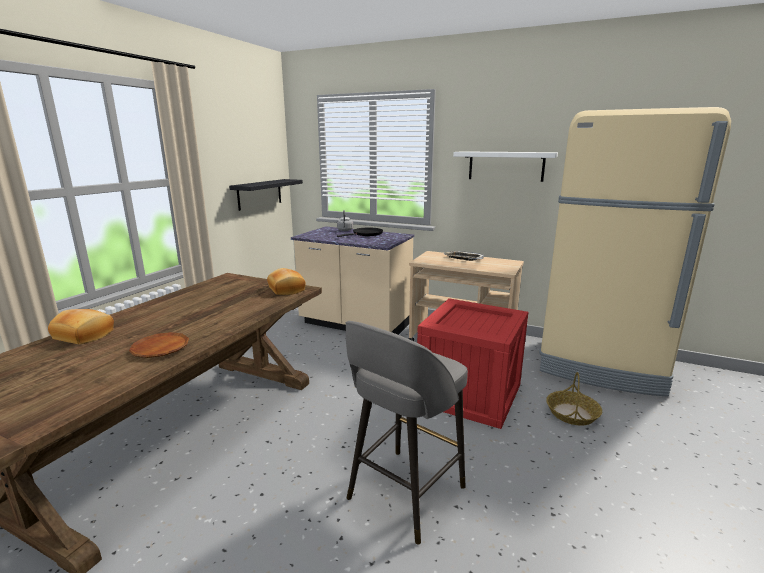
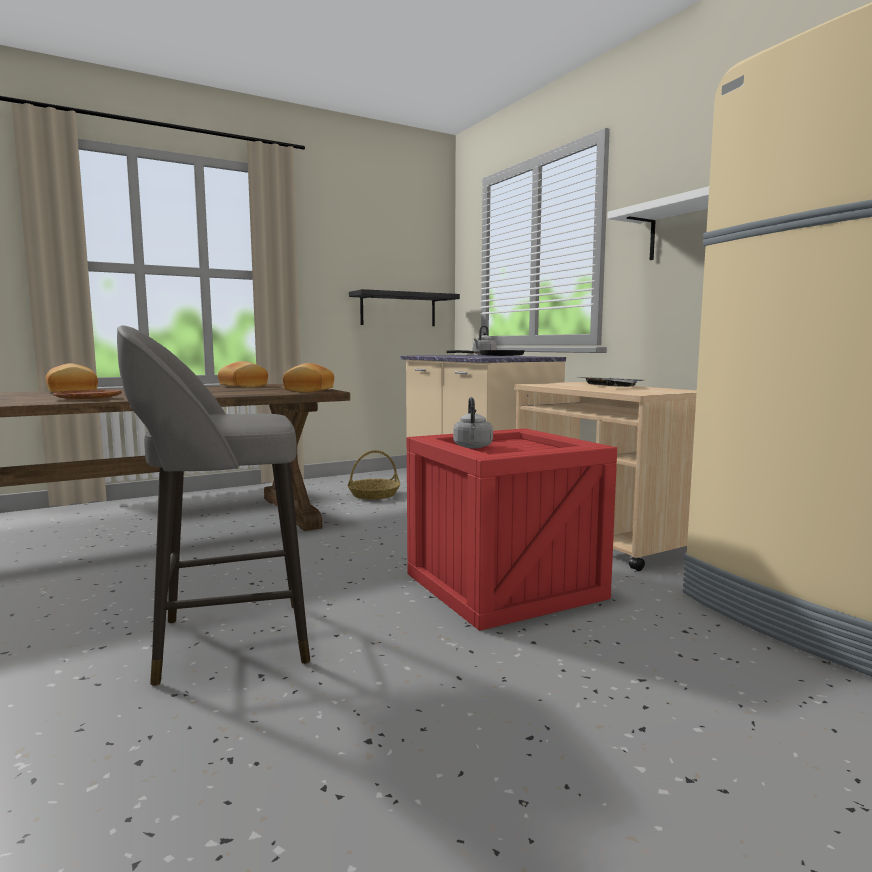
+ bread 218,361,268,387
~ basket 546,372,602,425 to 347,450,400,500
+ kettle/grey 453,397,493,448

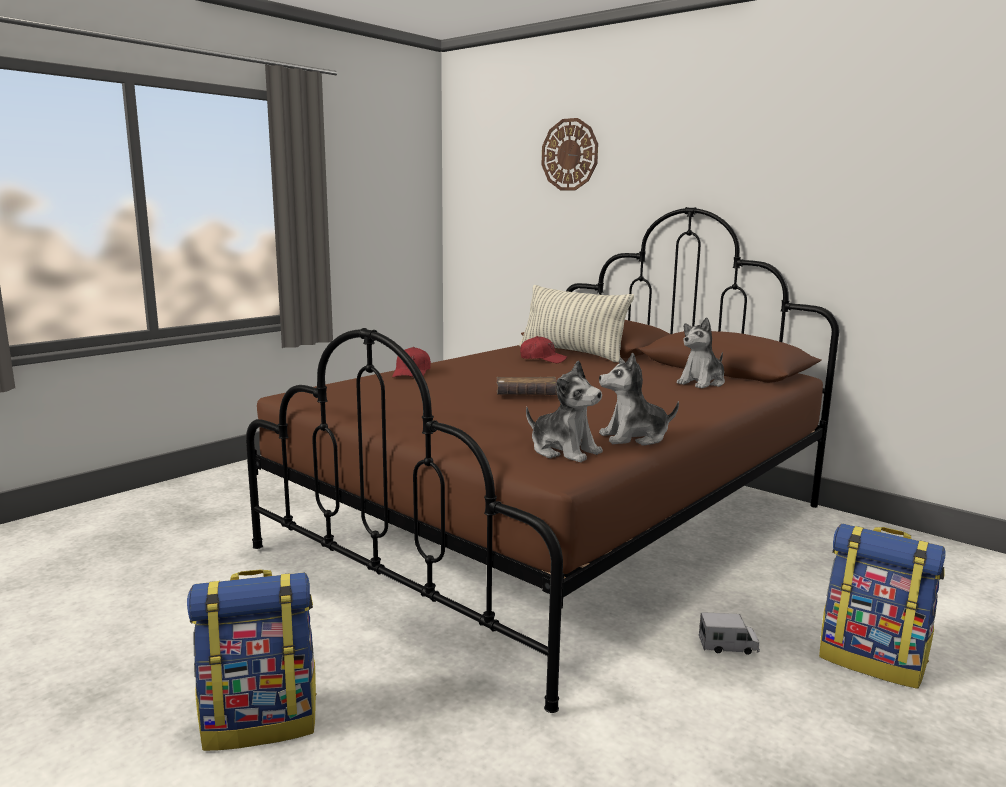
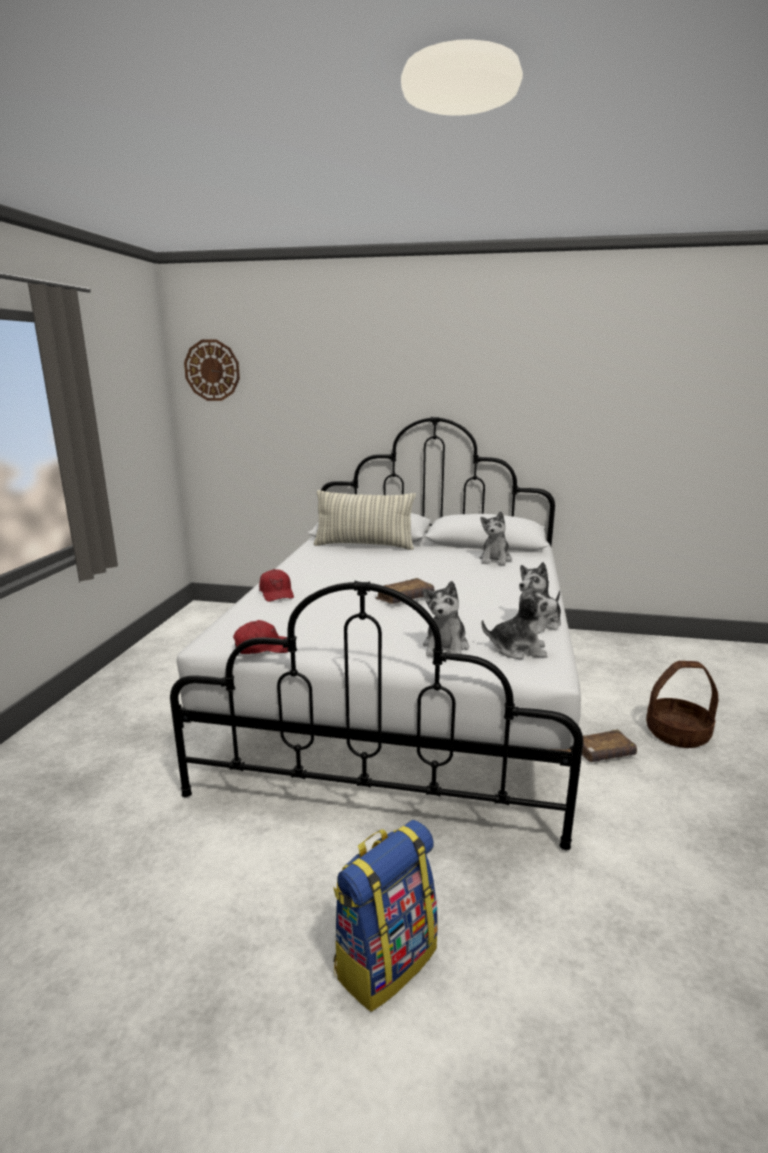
~ bed/brown 246,207,839,713 to bed/white 170,417,583,850
~ wall clock 542,118,598,190 to 184,339,240,401
~ cap/red 520,336,567,363 to 233,620,288,654
+ plush toy 423,581,469,657
~ toy truck 699,612,760,655 to book/brown 582,729,637,762
~ backpack 819,524,946,689 to basket 646,661,719,748

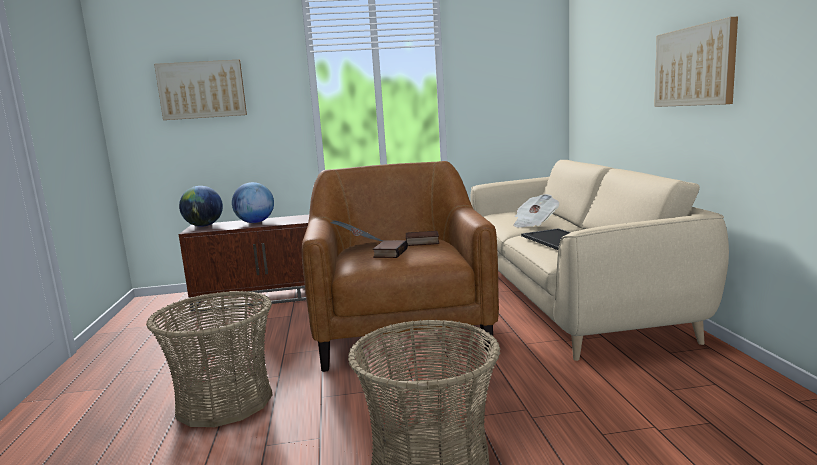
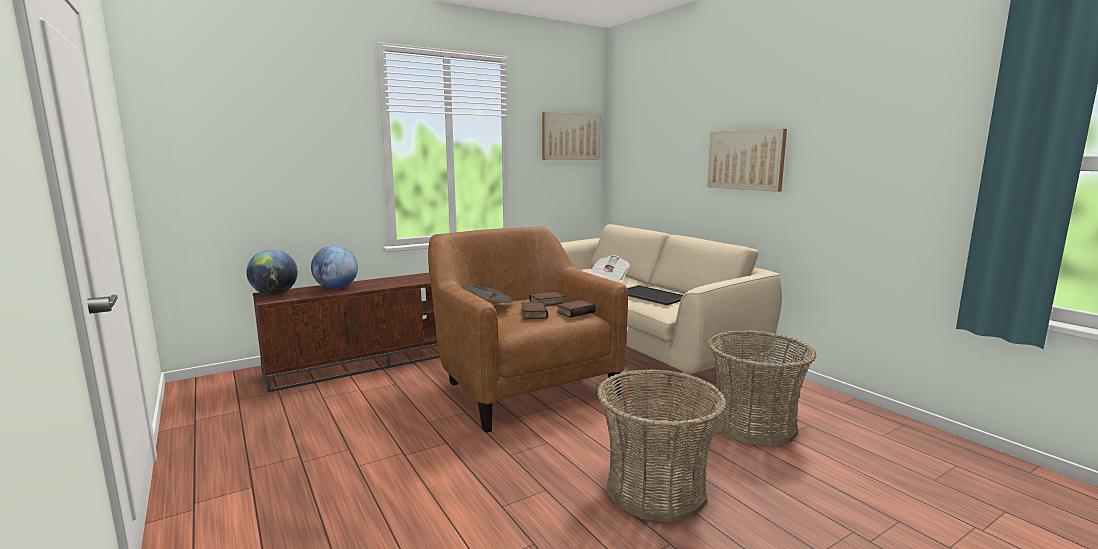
~ picture 154,60,247,120 to 542,112,600,160
+ book 557,300,596,318
~ basket 146,291,272,427 to 708,330,816,446

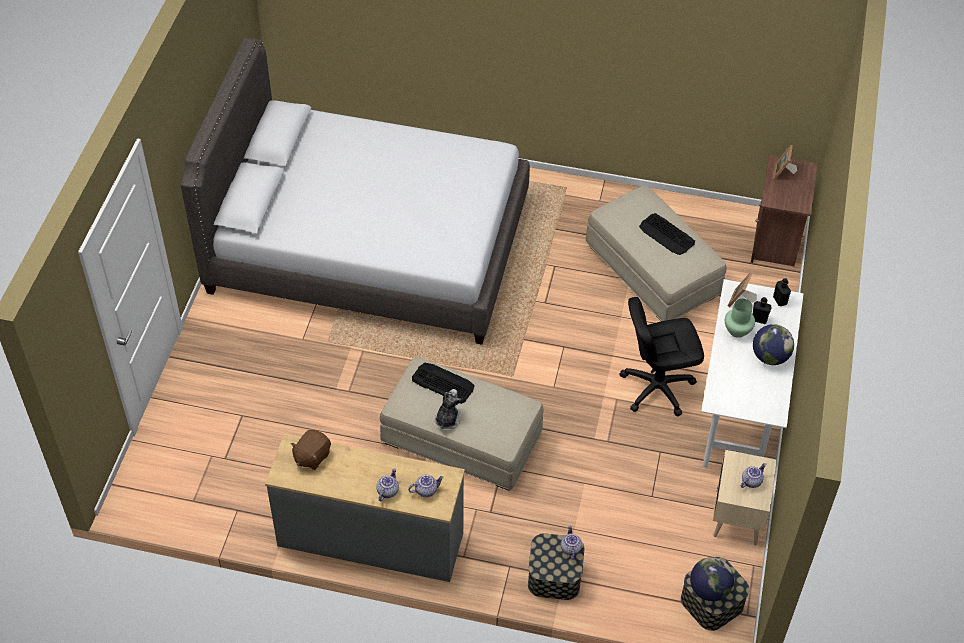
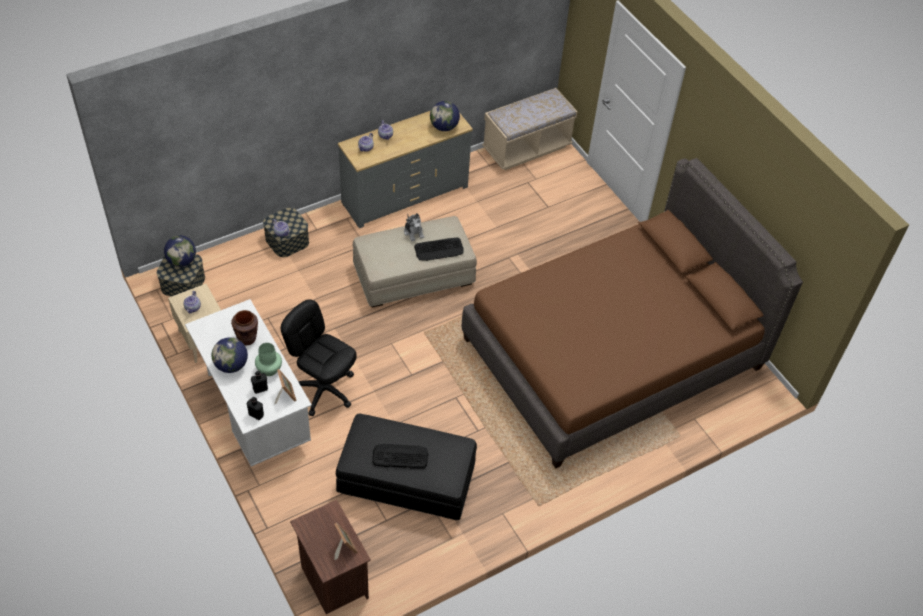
+ vase/brown 231,310,258,346
~ office chair/black 620,297,704,416 = 281,299,357,416 90 degrees counterclockwise
~ ottoman/beige 585,185,726,321 to ottoman/black 336,414,477,520
~ plush toy/brown 291,430,331,470 to globe 430,101,460,131
~ bed/grey 181,38,530,345 to bed/brown 462,158,803,468
+ bench/beige 482,88,578,170

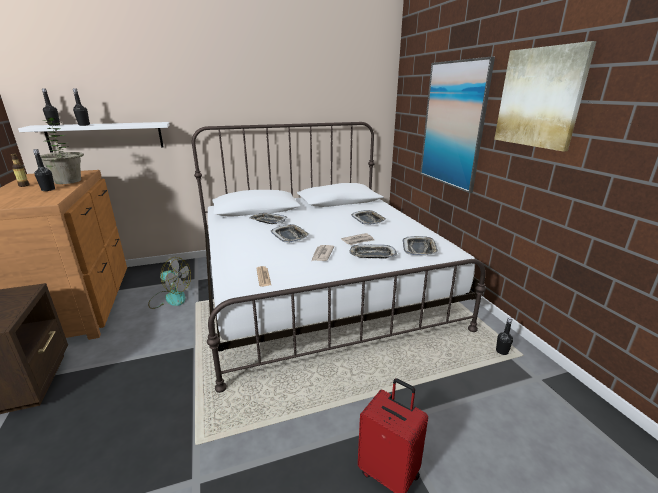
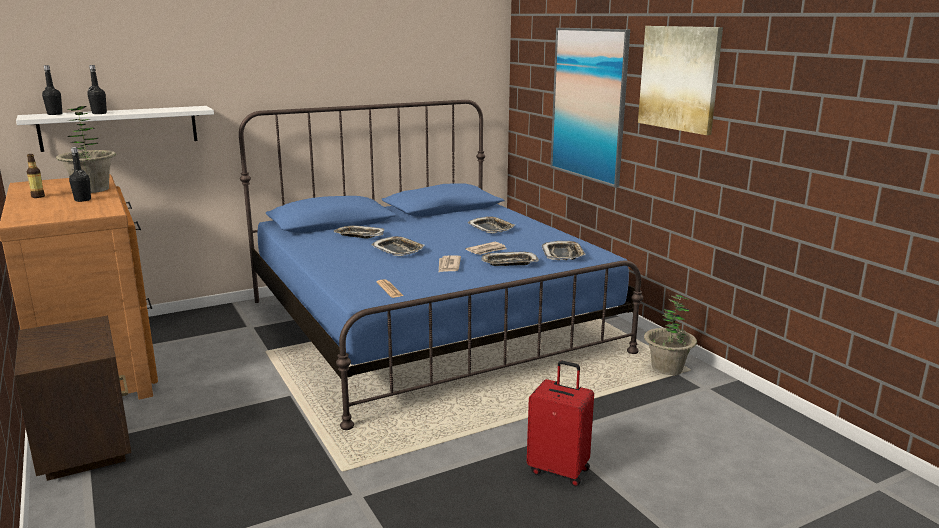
~ bed/white 192,122,486,393 to bed/blue 239,100,643,430
~ bottle/black 496,317,513,355 to potted plant 644,295,697,376
- fan 148,257,191,309

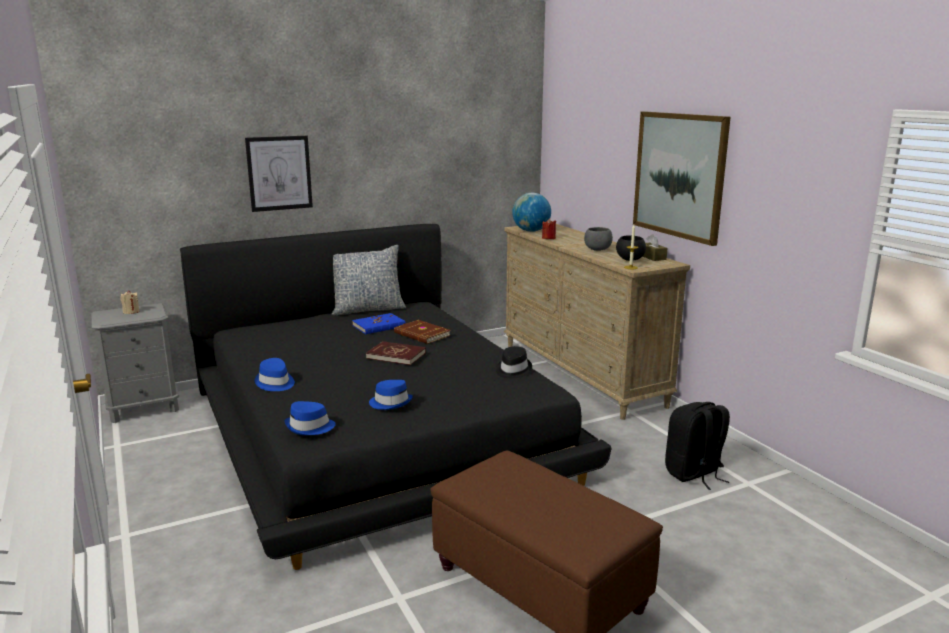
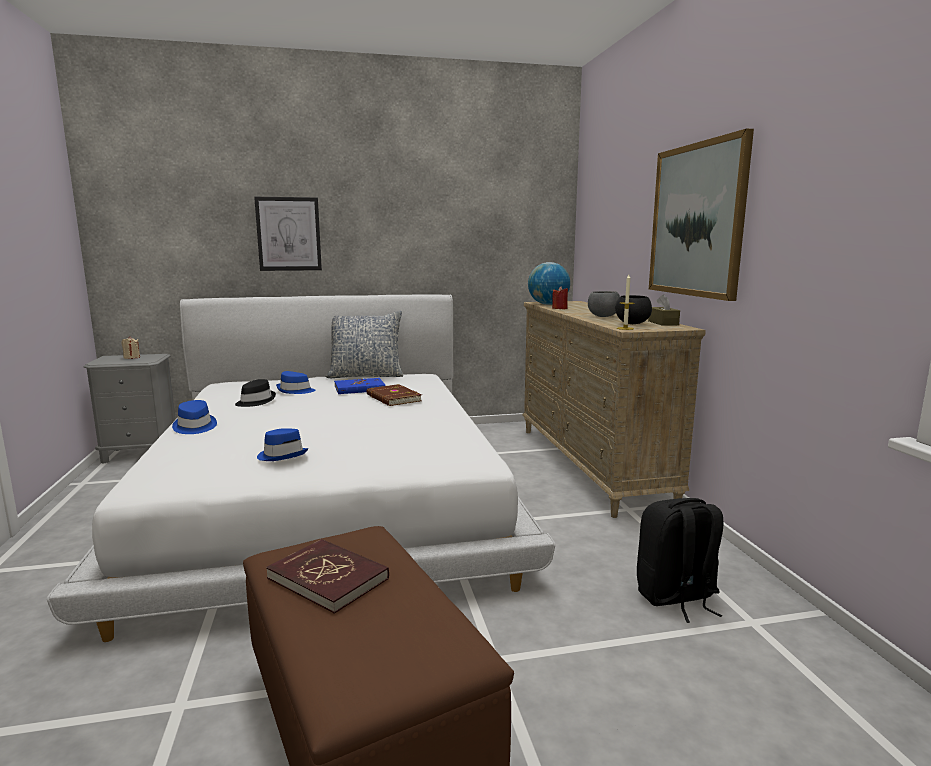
~ bed/black 180,224,611,570 to bed/white 47,294,555,642
~ hat/black 496,346,532,379 to 235,379,276,407
~ book/red 366,341,426,365 to 266,539,389,614
~ hat/blue 284,401,336,435 to 276,371,315,394

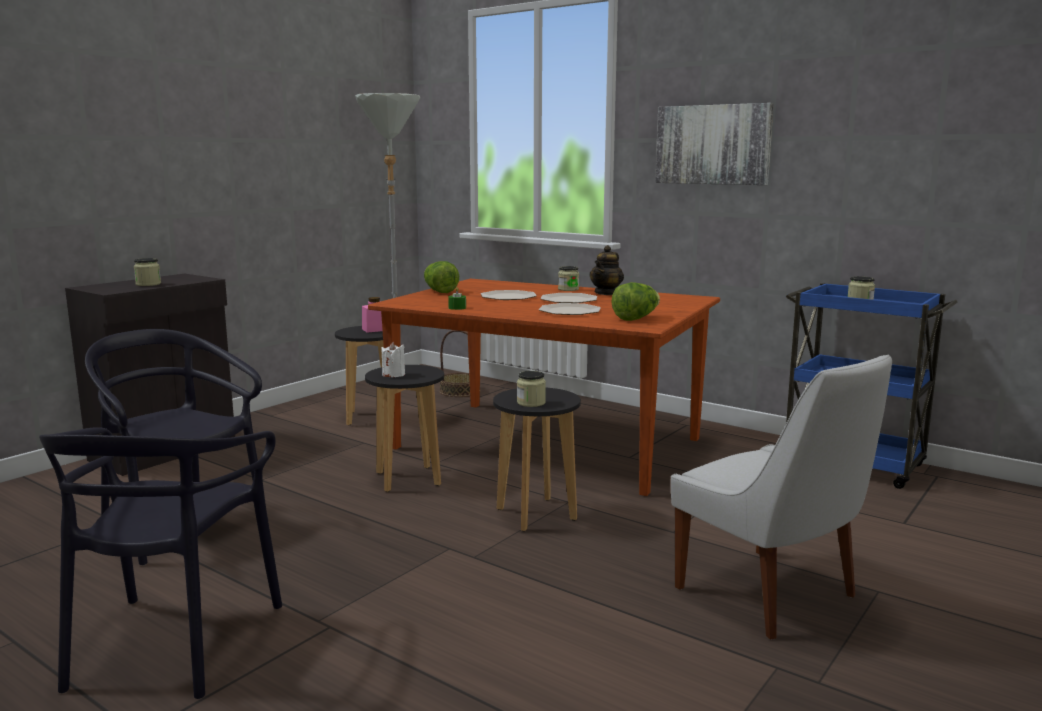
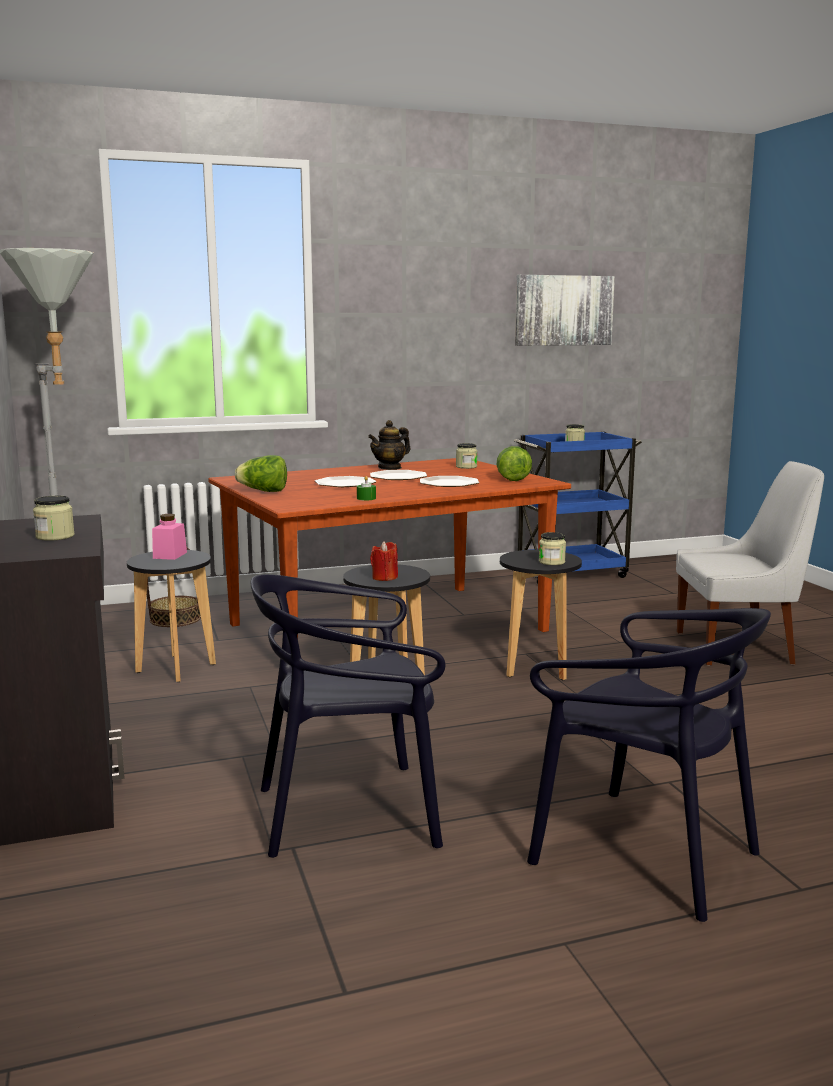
~ teapot 590,245,624,295 = 368,420,410,470 75 degrees clockwise
~ candle/white 381,342,405,377 to candle/red 370,541,398,581
~ jar 558,266,579,291 to 456,443,477,469
~ picture 655,103,774,185 to 515,275,615,346

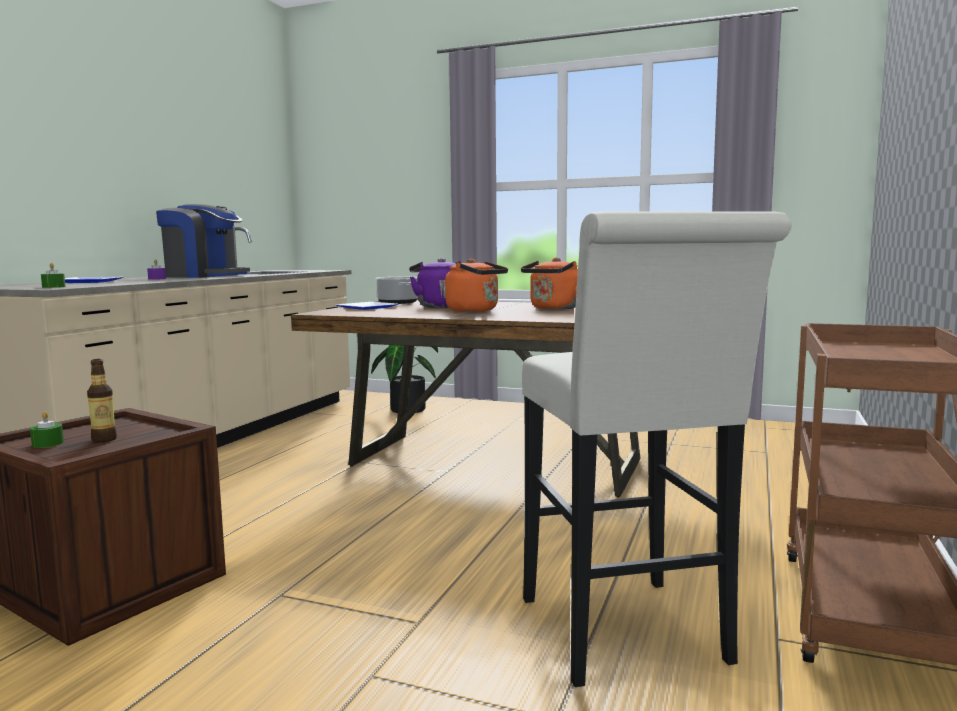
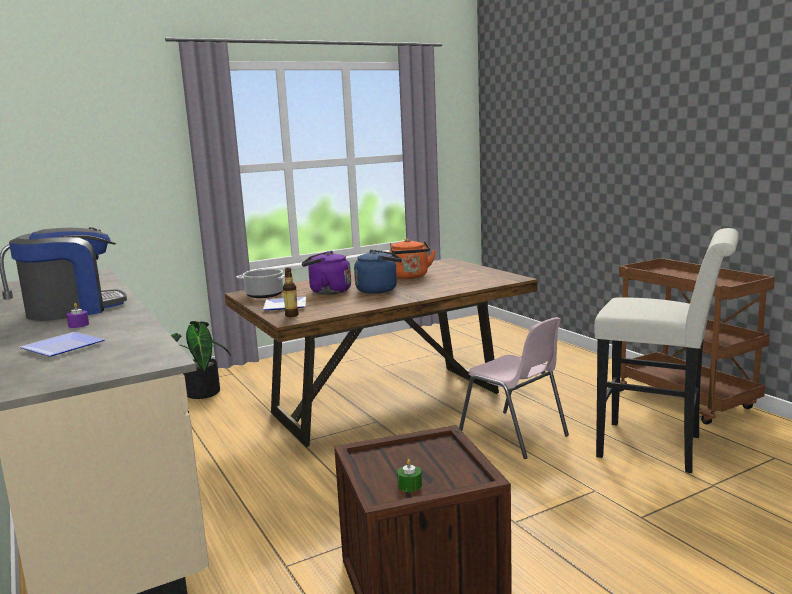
~ bottle 87,359,117,443 to 283,268,299,317
~ kettle/orange 445,259,508,312 to kettle/blue 354,250,402,294
+ chair/pink 459,317,569,459
- candle/green 41,263,66,288

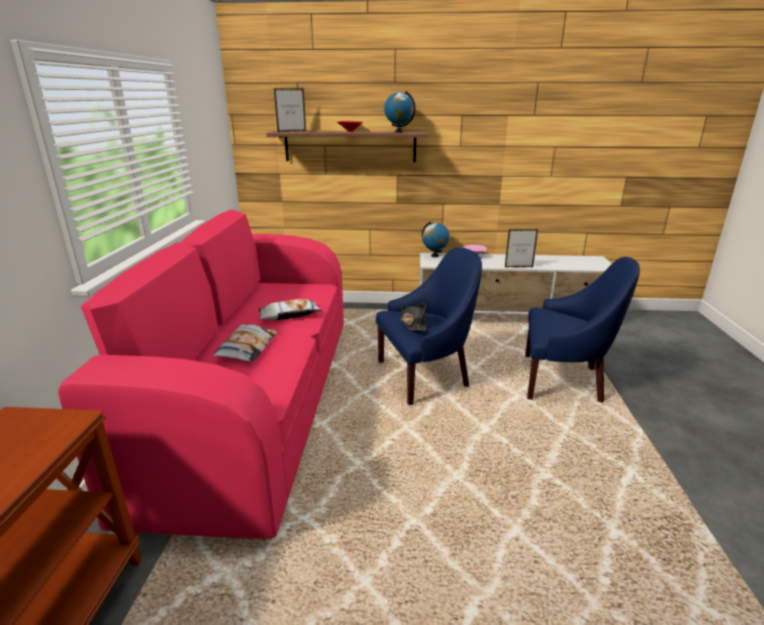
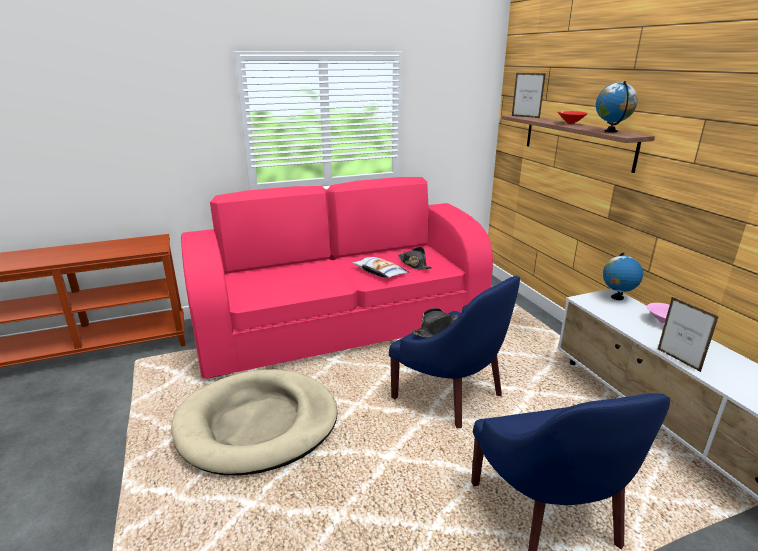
+ dog bed/beige 171,369,337,476
+ hat/black 398,247,433,270
- pillow 213,324,278,362

